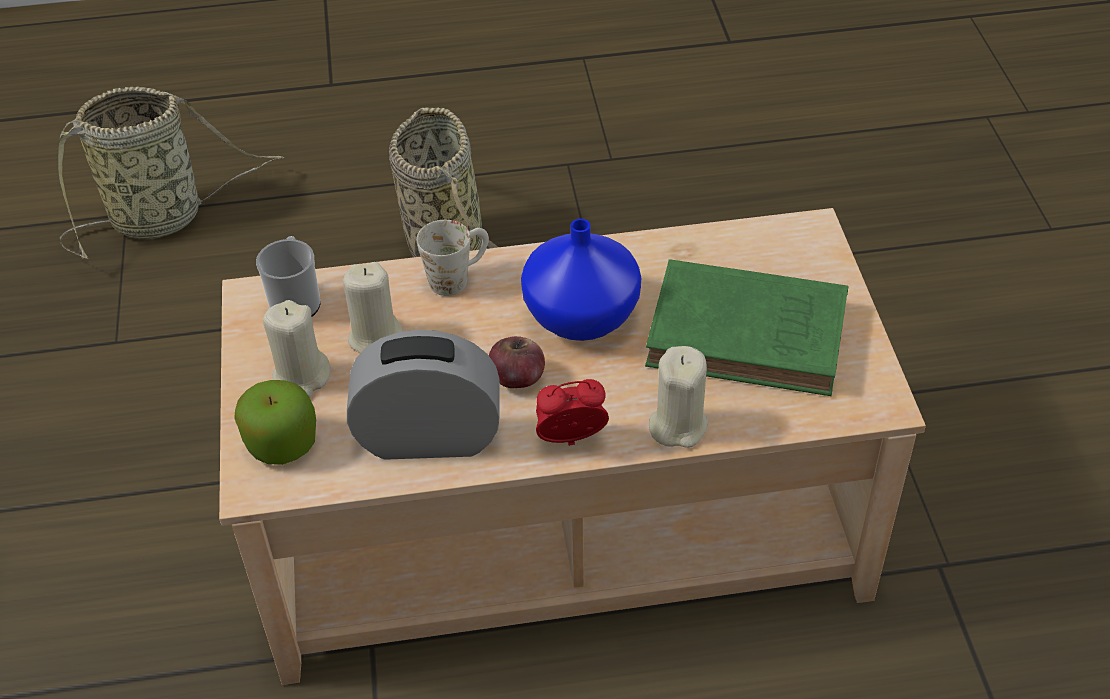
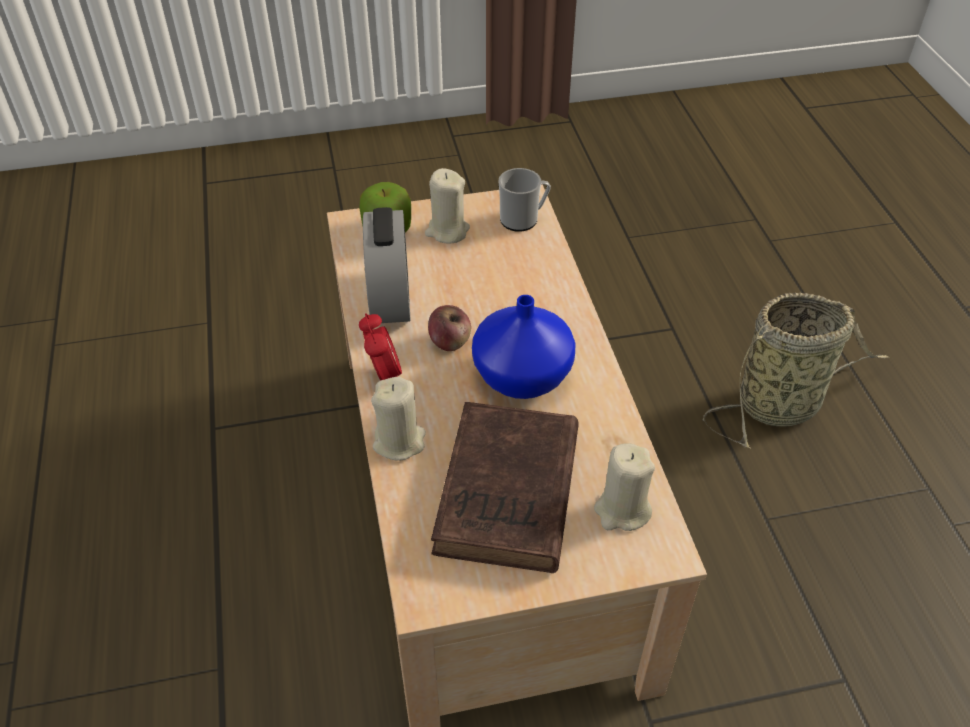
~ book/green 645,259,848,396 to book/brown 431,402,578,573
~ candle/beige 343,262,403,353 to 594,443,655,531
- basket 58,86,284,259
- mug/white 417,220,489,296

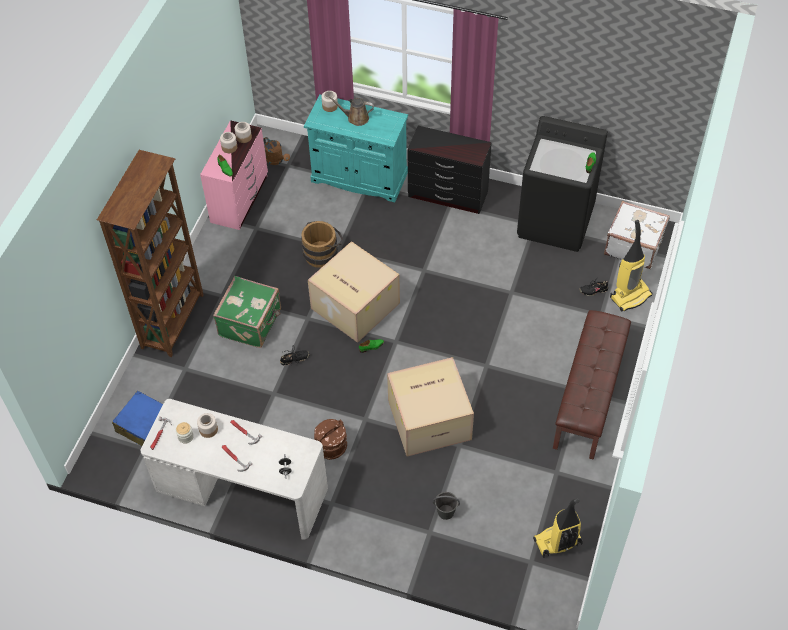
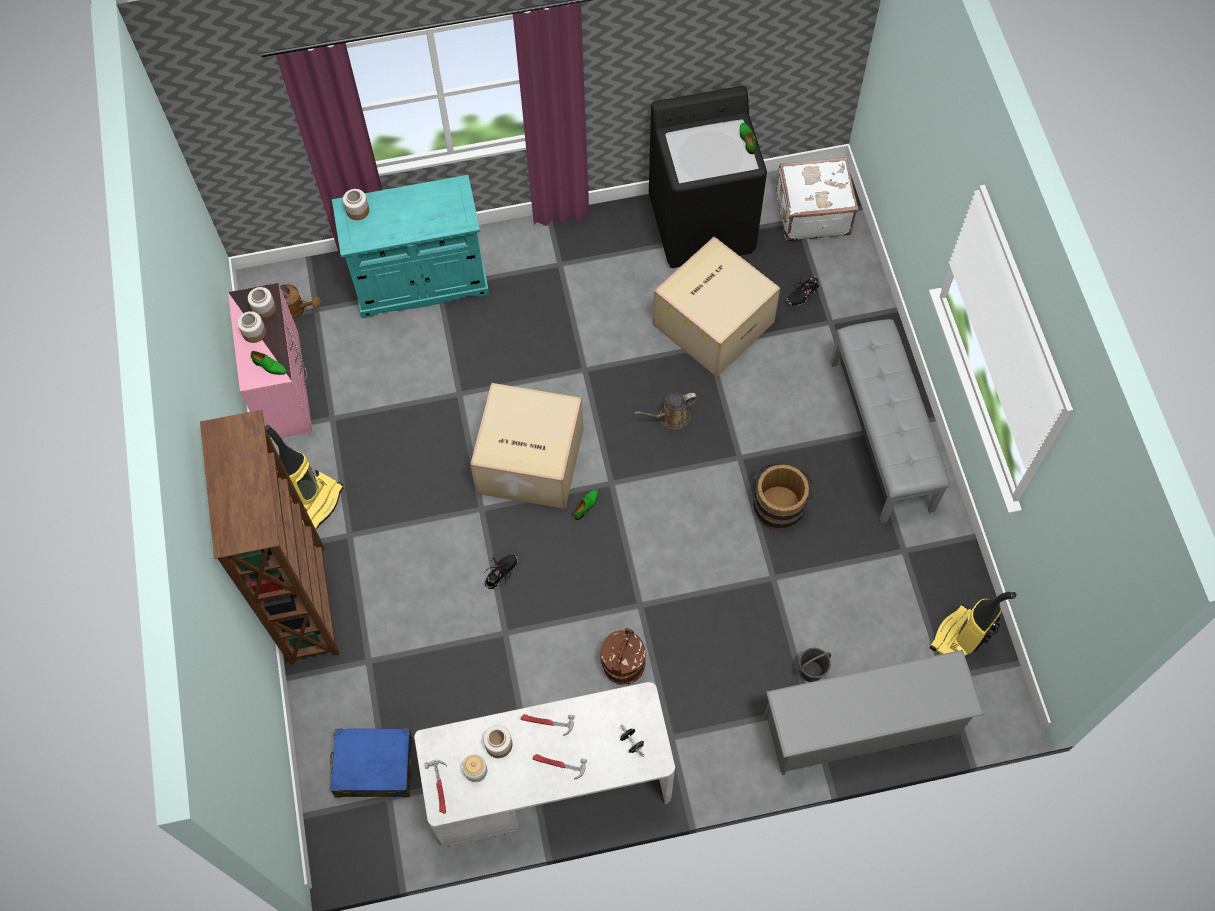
~ vacuum cleaner 610,220,652,311 to 265,425,344,529
~ watering can/brown 327,96,374,126 to 635,393,698,429
~ cardboard box 387,357,474,457 to 653,236,780,377
~ bucket/brown 301,221,343,268 to 753,463,815,530
+ shoe rack/grey 764,650,984,775
~ bench/brown 553,310,631,460 to bench/grey 830,319,950,523
- suitcase/green 213,276,281,348
- dresser/black 408,126,492,214

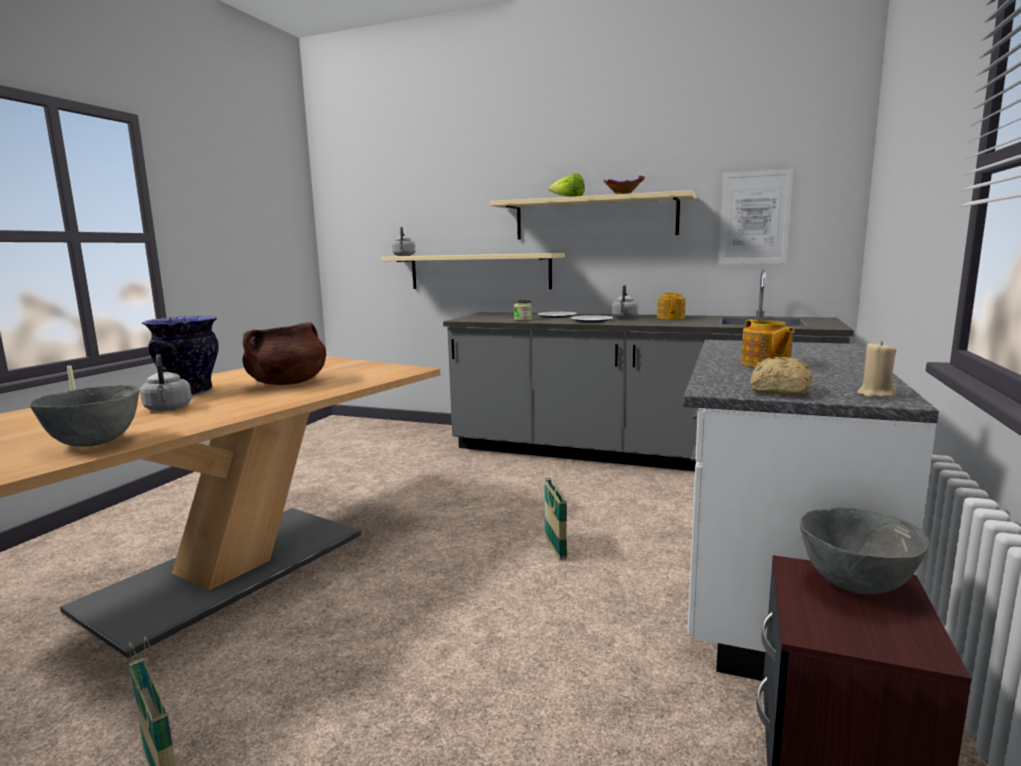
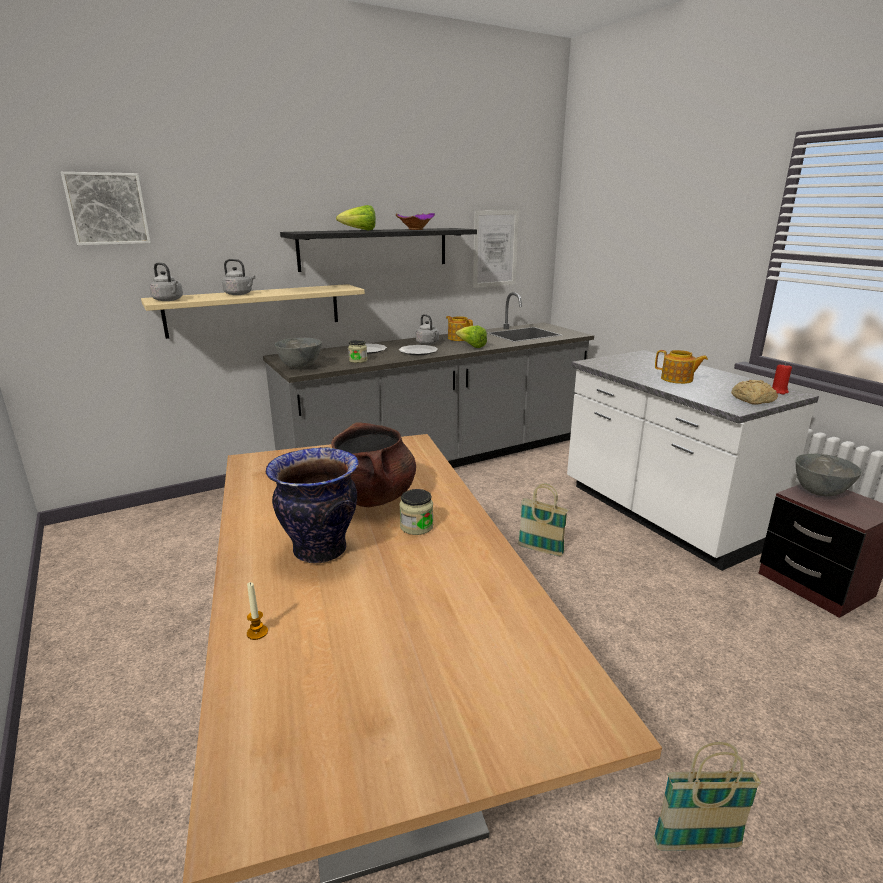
+ picture 61,172,151,245
~ kettle/grey 140,354,192,411 to 222,259,255,295
~ bowl/grey 30,385,140,447 to 275,338,322,369
~ shelf/beige 489,190,696,240 to shelf/black 280,228,477,272
+ jar 399,489,433,535
+ lettuce 456,326,487,348
~ candle/beige 857,341,896,398 to candle/red 772,363,792,395

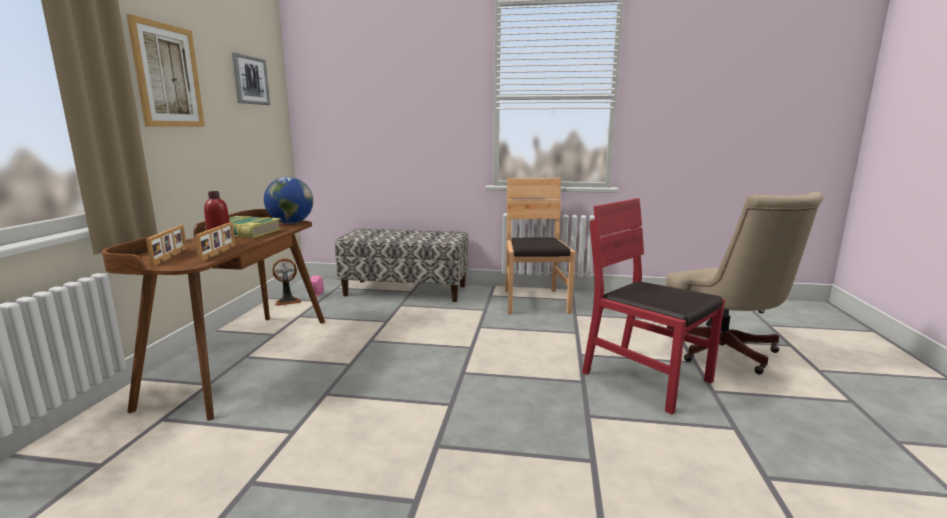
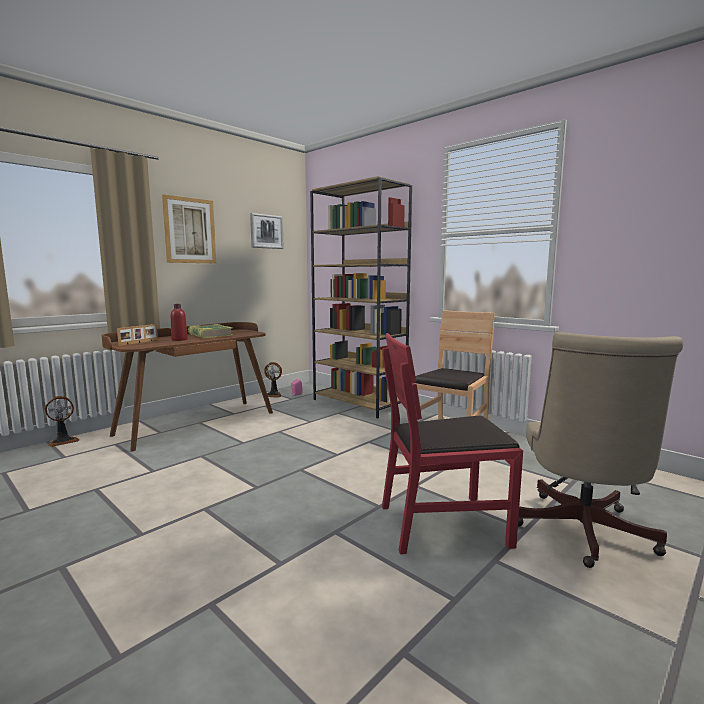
+ fan 45,396,79,447
~ bench 335,229,468,302 to bookcase/brown 310,176,412,418
~ chair/red 582,198,725,414 = 382,333,523,554 90 degrees counterclockwise
- picture frame 195,222,236,262
- globe 264,177,313,224

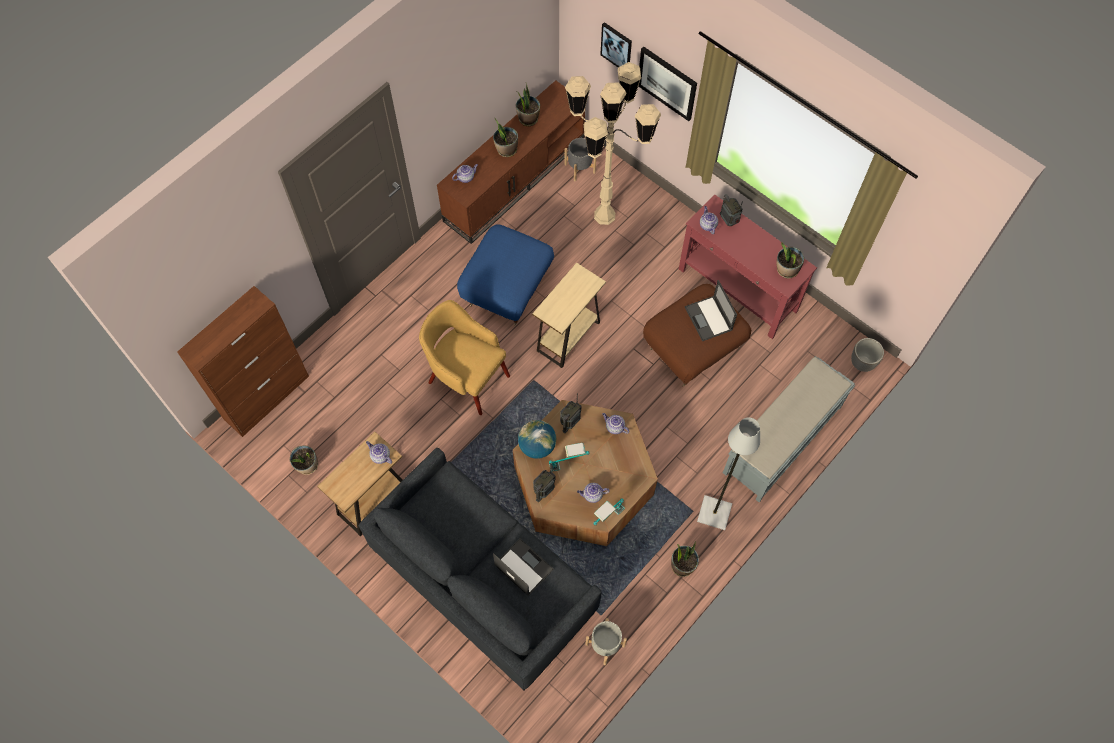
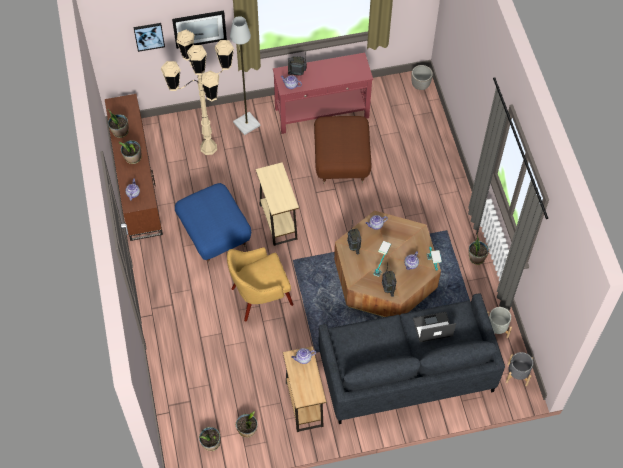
~ potted plant 777,242,804,278 to 199,427,221,451
~ floor lamp/grey 697,417,760,530 to 230,16,261,135
~ planter/grey 564,138,596,181 to 506,352,533,386
- cabinet/brown 177,286,309,437
- globe 518,420,556,459
- laptop 685,280,737,341
- bench/grey 723,356,855,502

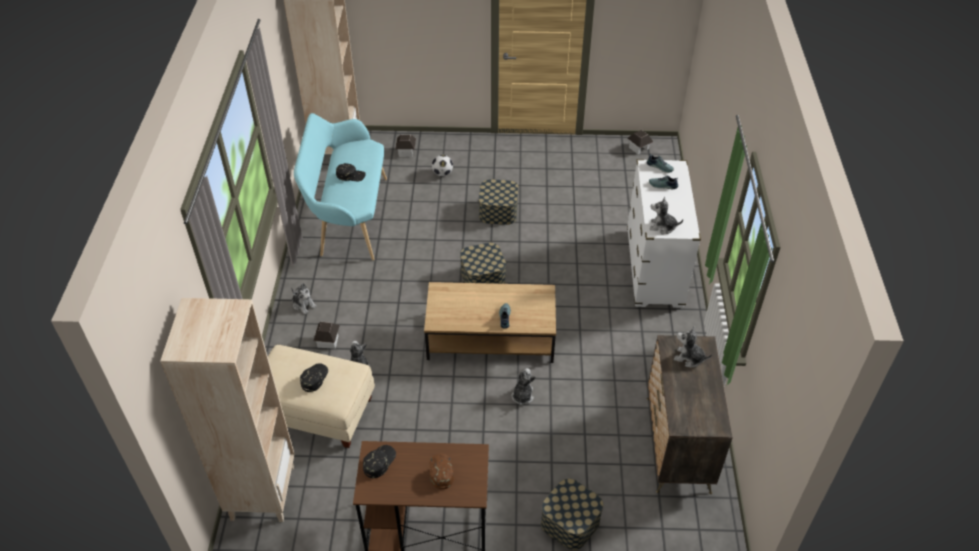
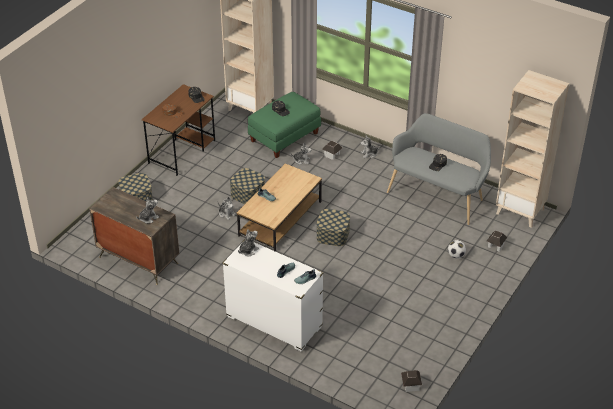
~ storage box 479,179,519,225 to 230,168,265,204
~ ottoman/beige 268,345,375,448 to ottoman/green 248,92,321,158
~ bench/turquoise 294,113,387,260 to bench/grey 387,113,491,225

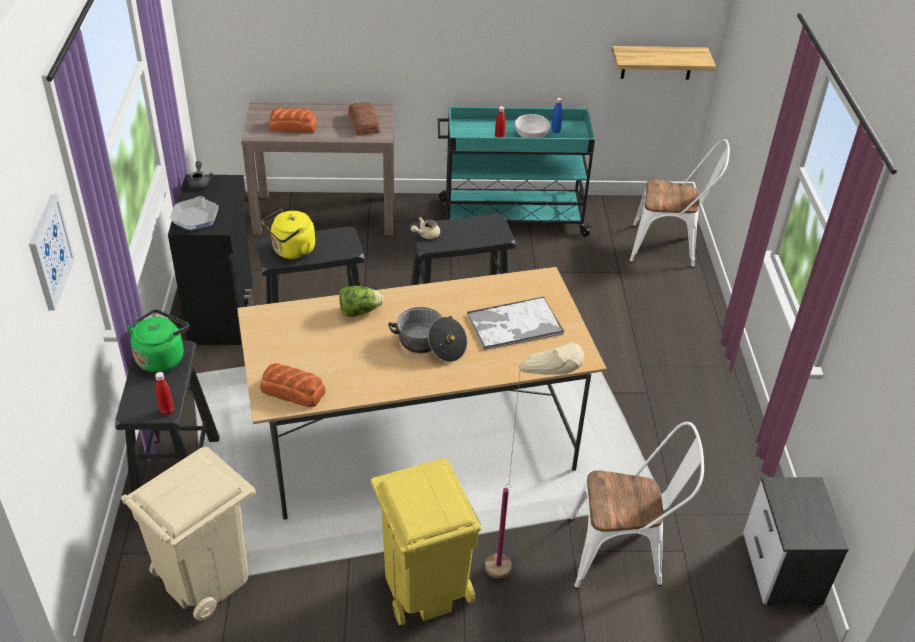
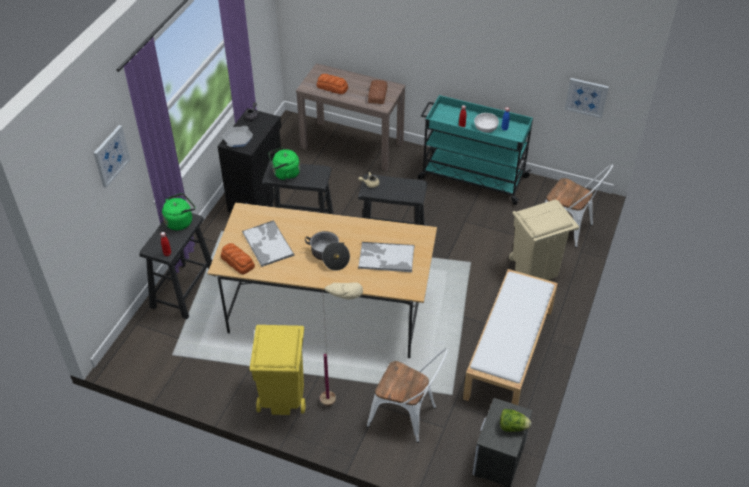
+ tray 242,220,294,267
~ kettle/yellow 262,209,315,259 to kettle/green 269,147,300,180
+ bench/white 463,269,558,405
~ lettuce 339,286,383,317 to 500,409,531,432
~ trash can/beige 121,447,256,621 to 509,200,579,280
~ shelf 612,46,716,80 to picture 565,78,609,118

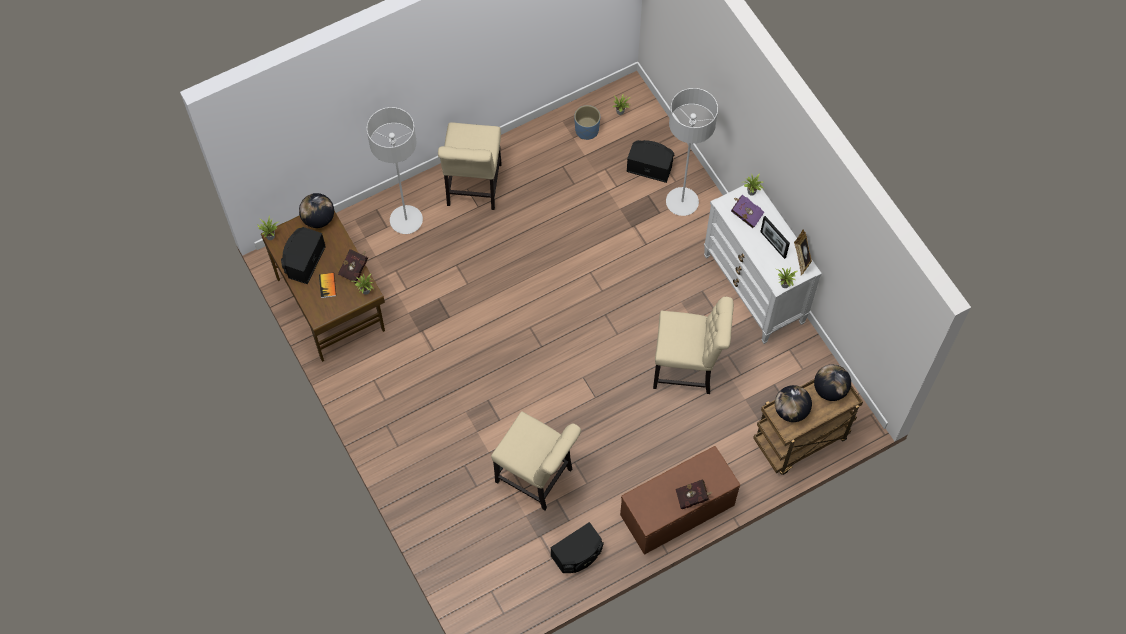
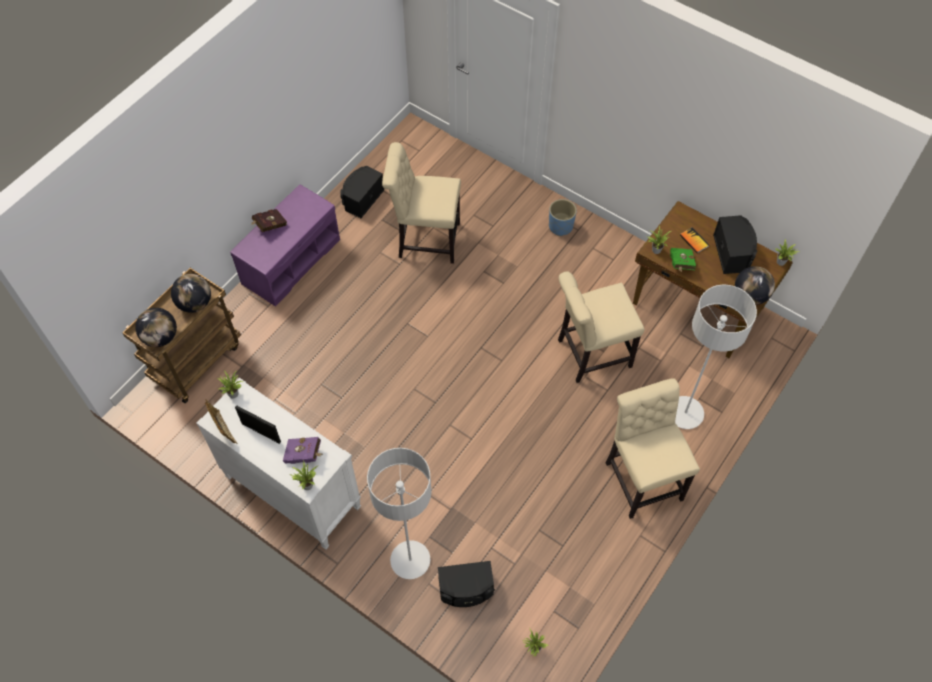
~ bench/brown 620,446,740,555 to bench/purple 230,184,340,307
~ planter/blue 574,105,600,140 to 549,199,577,236
~ chair/beige 653,297,734,394 to 558,271,645,383
~ book/red 338,249,368,283 to book/green 670,248,696,272

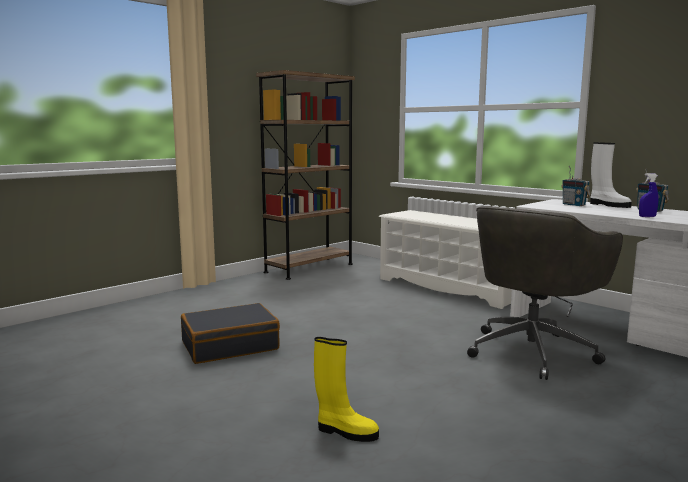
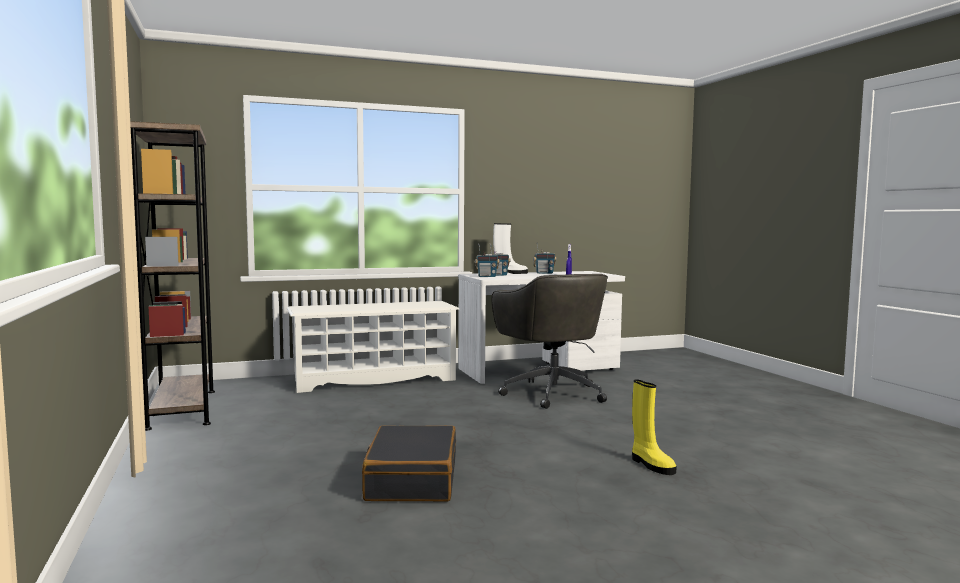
+ radio 475,244,500,277
~ boot/yellow 314,337,379,442 = 632,379,677,475 105 degrees clockwise

